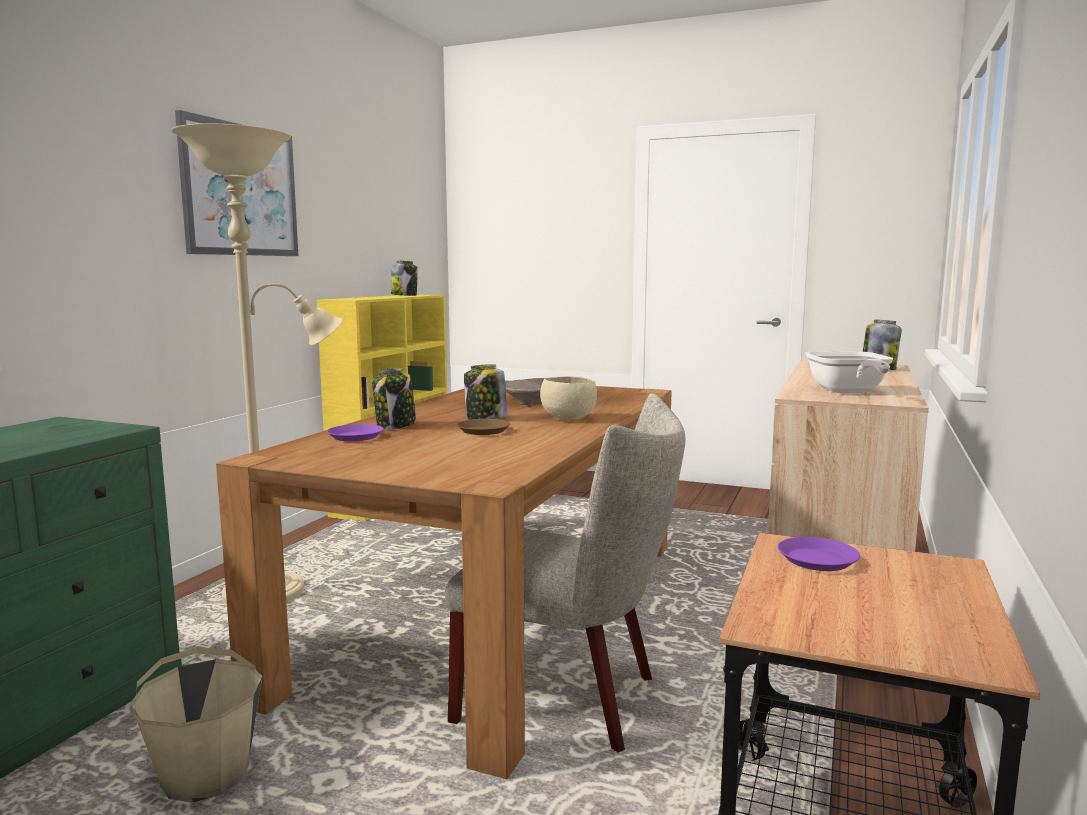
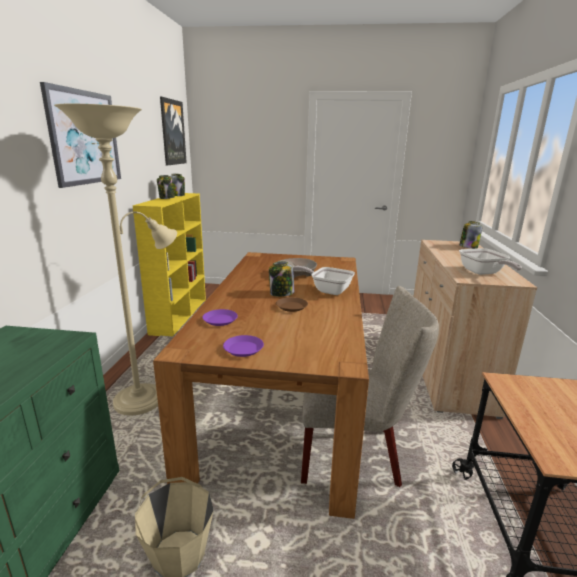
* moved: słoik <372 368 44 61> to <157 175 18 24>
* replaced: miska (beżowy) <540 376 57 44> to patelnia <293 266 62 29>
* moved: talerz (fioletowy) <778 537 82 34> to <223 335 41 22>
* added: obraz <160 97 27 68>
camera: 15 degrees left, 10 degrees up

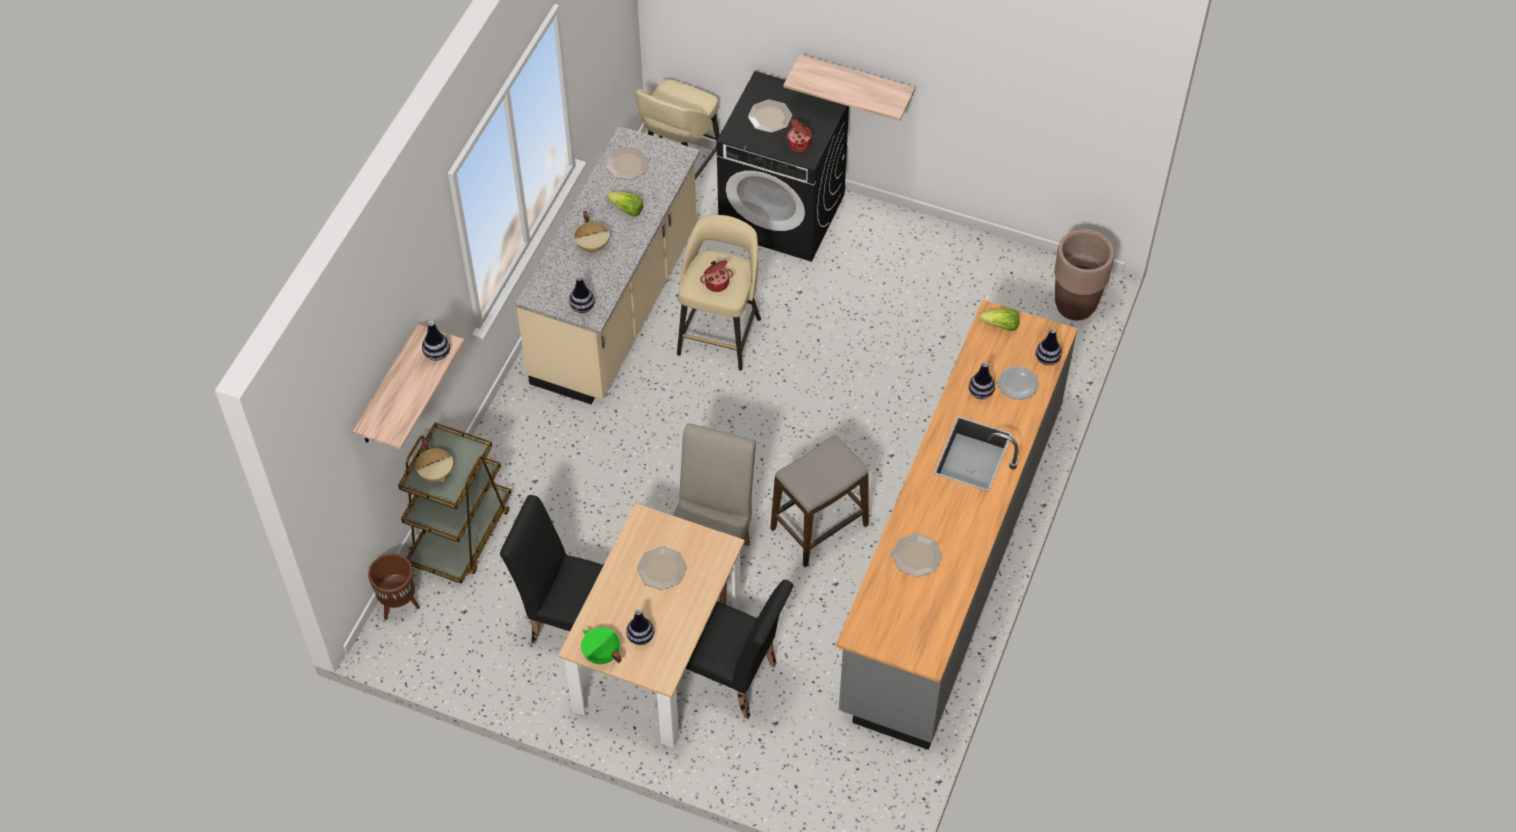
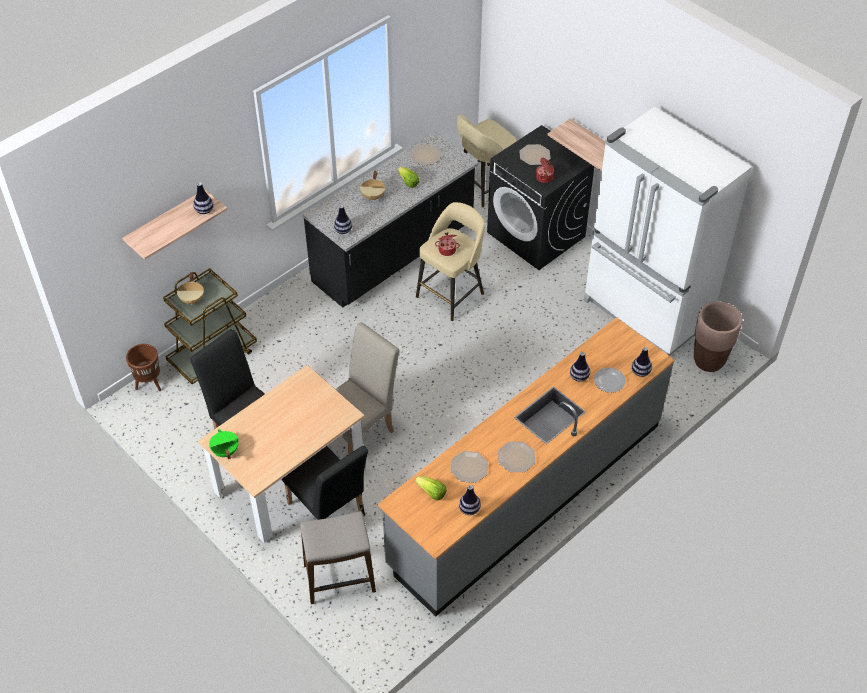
* recoloured: zabudowa kuchenna (beżowy) <515 126 185 278> to zabudowa kuchenna (czarny) <303 132 176 176>
* moved: sałata <979 309 40 22> to <415 476 32 24>
* moved: stołek <770 435 99 132> to <300 511 76 93>
* moved: talerz <637 546 50 44> to <498 442 37 30>
* moved: wazon <626 609 28 36> to <459 485 22 30>
* added: lodówka (biały) <583 107 169 249>
camera: 25 degrees right, 5 degrees down

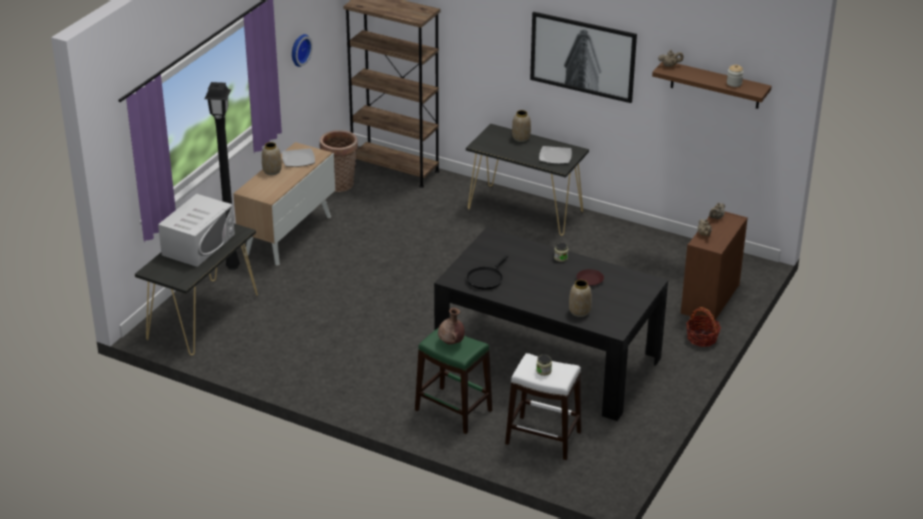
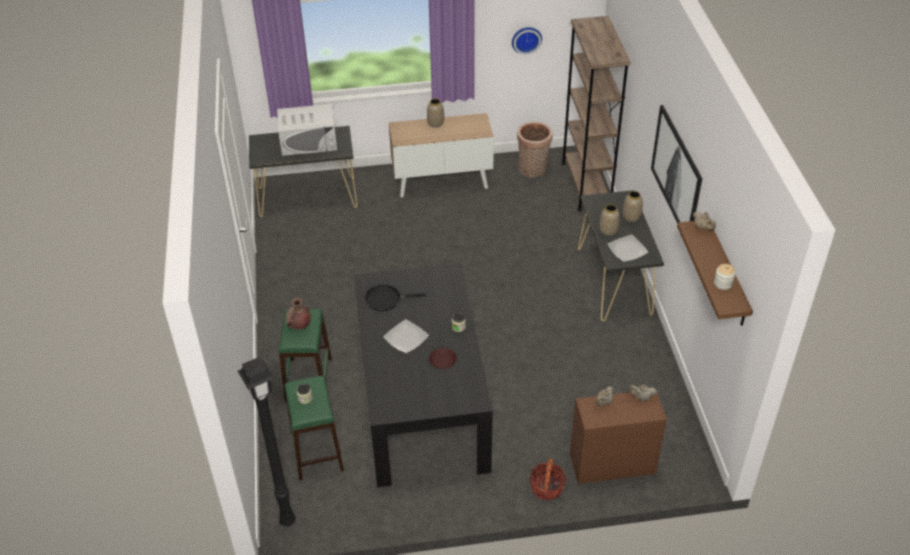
* moved: lampa stojąca (czarny) <204 82 36 188> to <238 357 58 170>
* moved: talerz <282 148 33 19> to <383 319 46 34>
* moved: wazon <569 280 23 37> to <599 204 21 32>
* recoloured: stołek (biały) <505 353 76 107> to stołek (zielony) <284 376 60 104>
camera: 55 degrees right, 10 degrees up

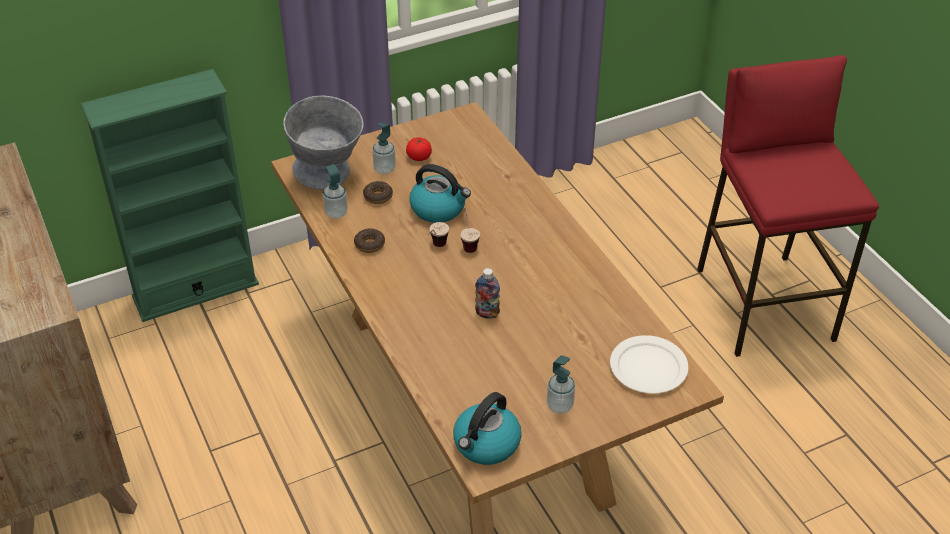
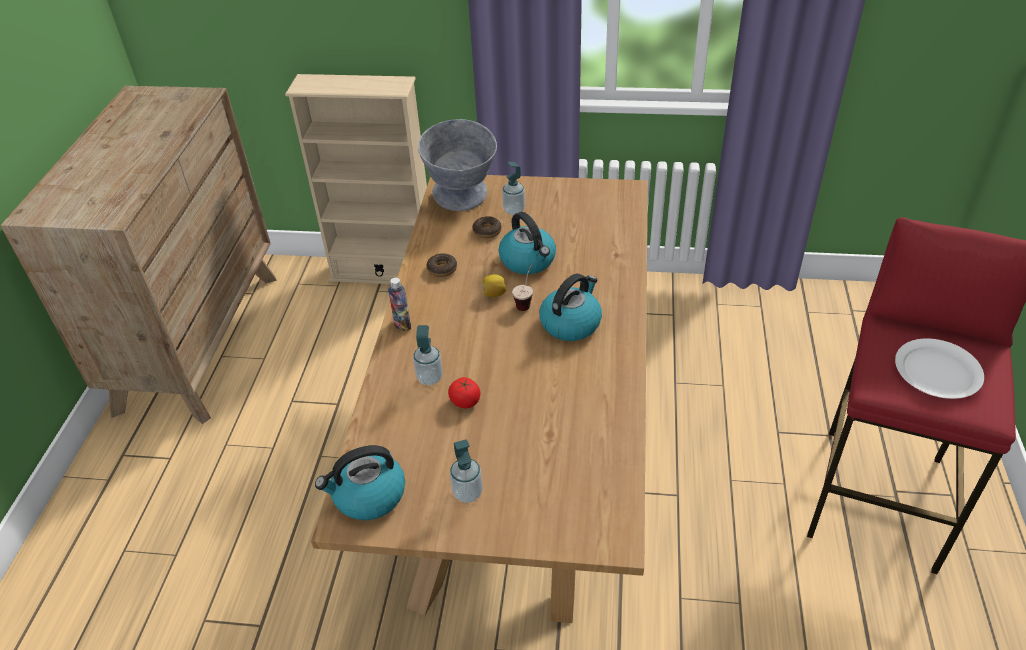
* recoloured: regał (zielony) <80 69 179 253> to regał (beżowy) <285 74 142 210>
* moved: pomidor <406 137 26 24> to <448 377 32 31>
* moved: dozownik mydła <323 164 25 55> to <413 325 30 60>
* replaced: filiżanka <427 222 22 25> to cytryna <483 274 24 23>
* moved: butelka <475 268 25 51> to <388 278 23 53>
* moved: talerz (biały) <610 335 79 59> to <895 338 89 61>
* added: czajnik <539 273 63 68>
camera: 35 degrees right, 0 degrees up

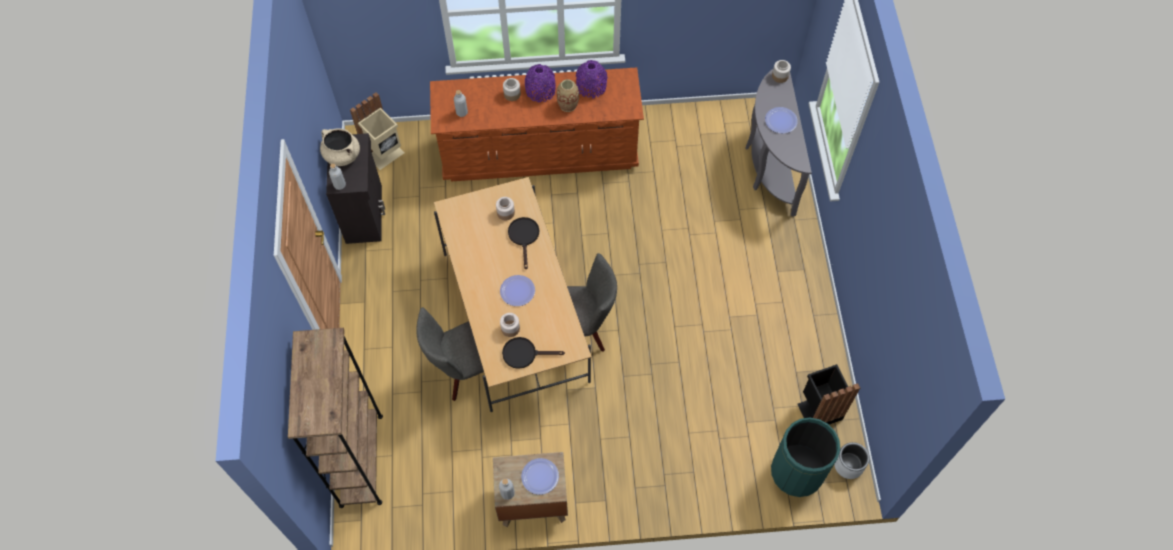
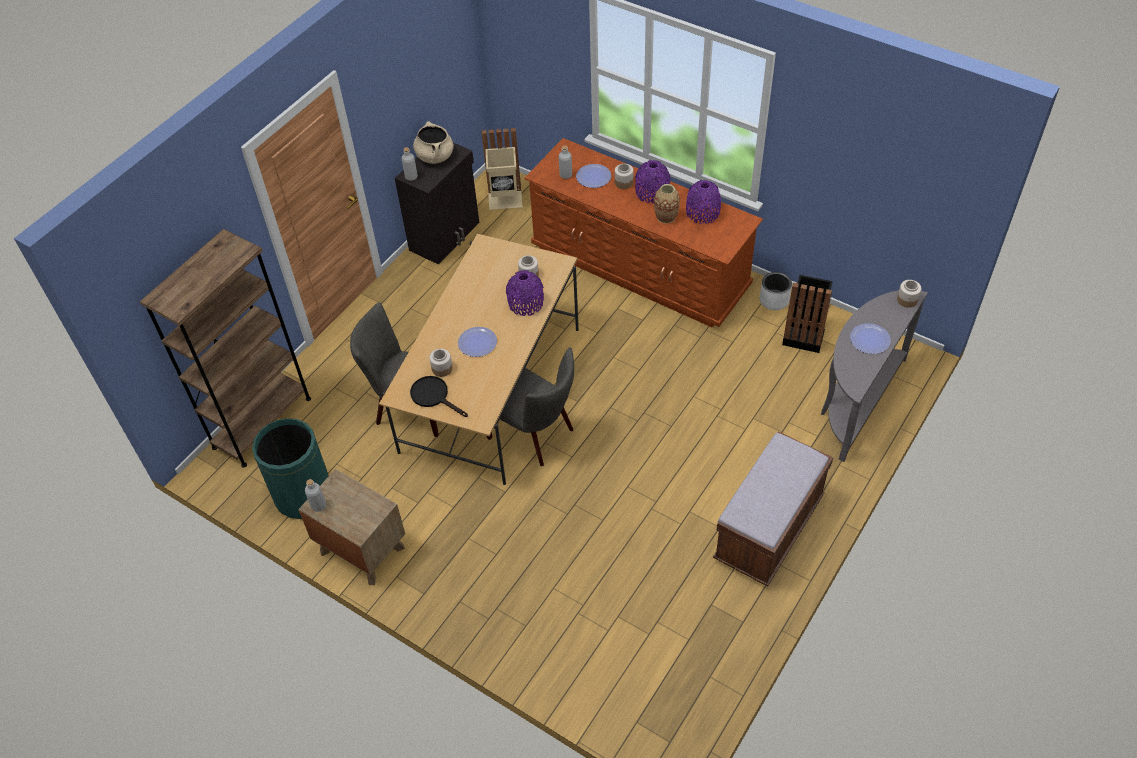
* replaced: patelnia (czarny) <508 217 31 52> to wazon (fioletowy) <506 270 38 46>
* moved: kosz na śmieci (czarny) <797 364 63 60> to <782 275 51 78>
* moved: kosz na śmieci (zielony) <771 417 69 80> to <252 418 77 101>
* moved: donica (biały) <834 442 36 37> to <760 272 32 38>
* moved: talerz <521 458 38 37> to <576 164 35 24>
* added: ławka (brązowy) <713 431 120 156>
camera: 40 degrees right, 10 degrees down

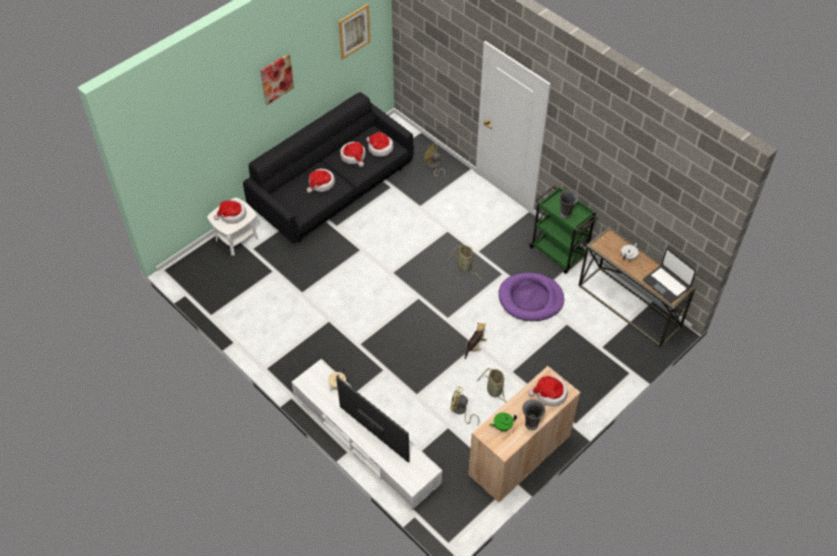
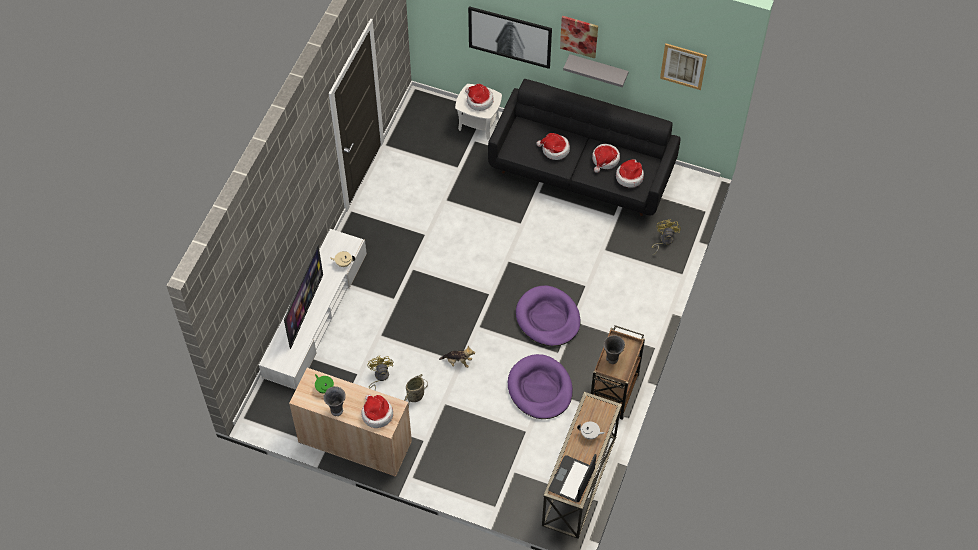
* recoloured: wózek (zielony) <529 186 69 88> to wózek (brązowy) <591 325 54 95>
* replaced: koszyk <448 245 34 35> to legowisko (fioletowy) <516 285 65 61>
* added: obraz <468 6 84 63>
* added: półka (szary) <563 54 66 33>
camera: 65 degrees right, 5 degrees up

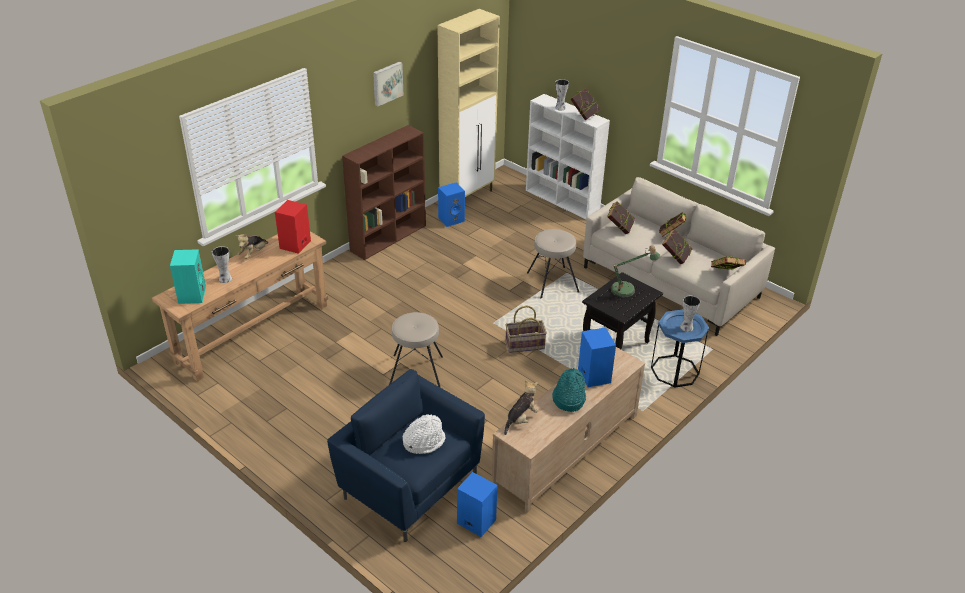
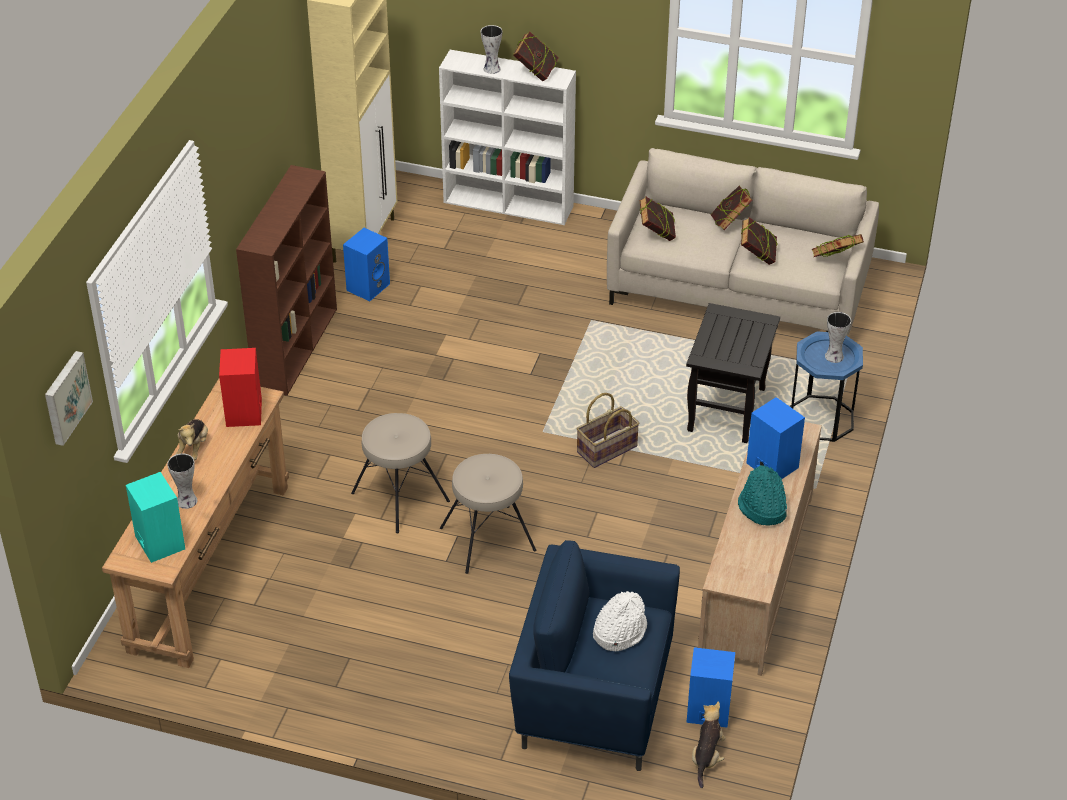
* moved: obraz <373 62 30 44> to <45 351 48 95>
* moved: stołek (beżowy) <527 229 52 69> to <351 413 99 120>
* removed: lampa stołowa <611 245 49 53>
* moved: pluszak <504 380 35 55> to <692 701 34 87>
camera: 25 degrees left, 5 degrees up

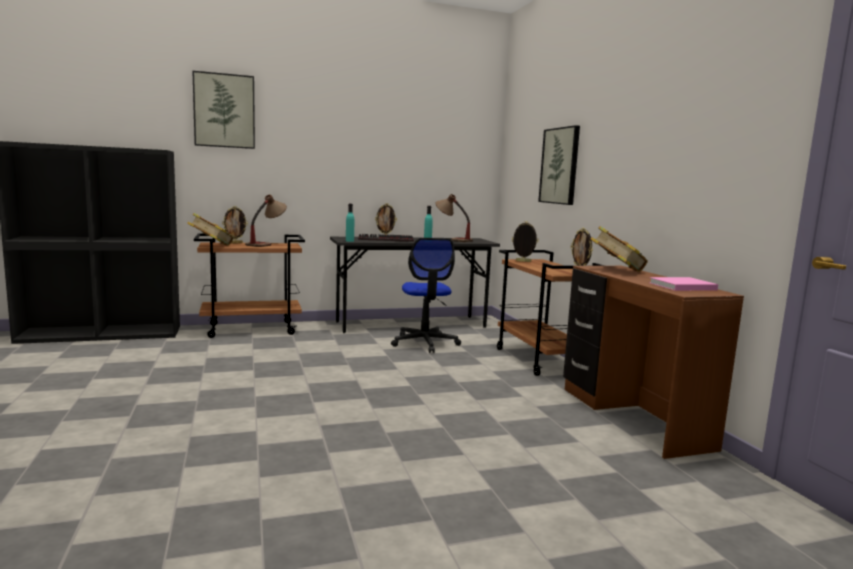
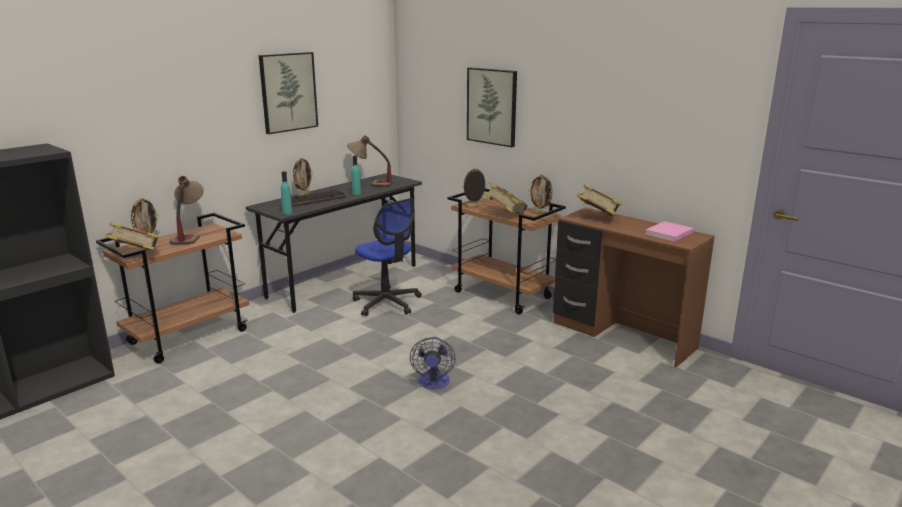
* moved: obraz <192 71 63 78> to <259 52 59 82>
* added: książka <483 182 45 32>
* added: wentylator <410 336 46 53>
camera: 30 degrees left, 10 degrees up

